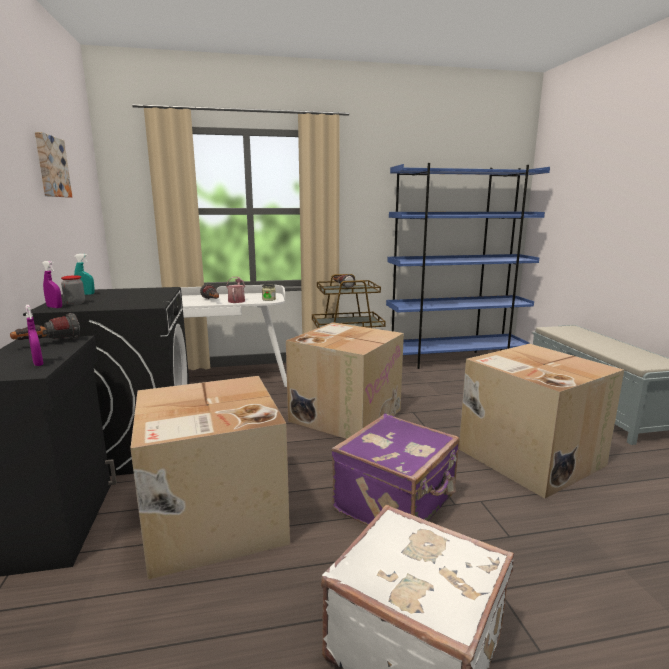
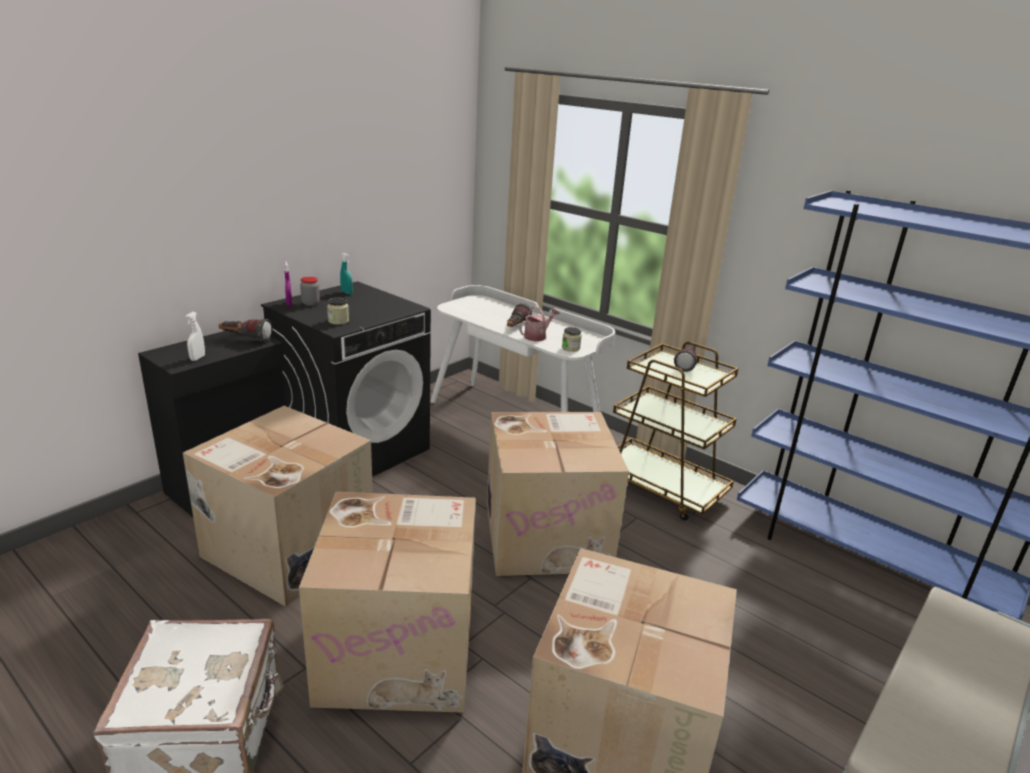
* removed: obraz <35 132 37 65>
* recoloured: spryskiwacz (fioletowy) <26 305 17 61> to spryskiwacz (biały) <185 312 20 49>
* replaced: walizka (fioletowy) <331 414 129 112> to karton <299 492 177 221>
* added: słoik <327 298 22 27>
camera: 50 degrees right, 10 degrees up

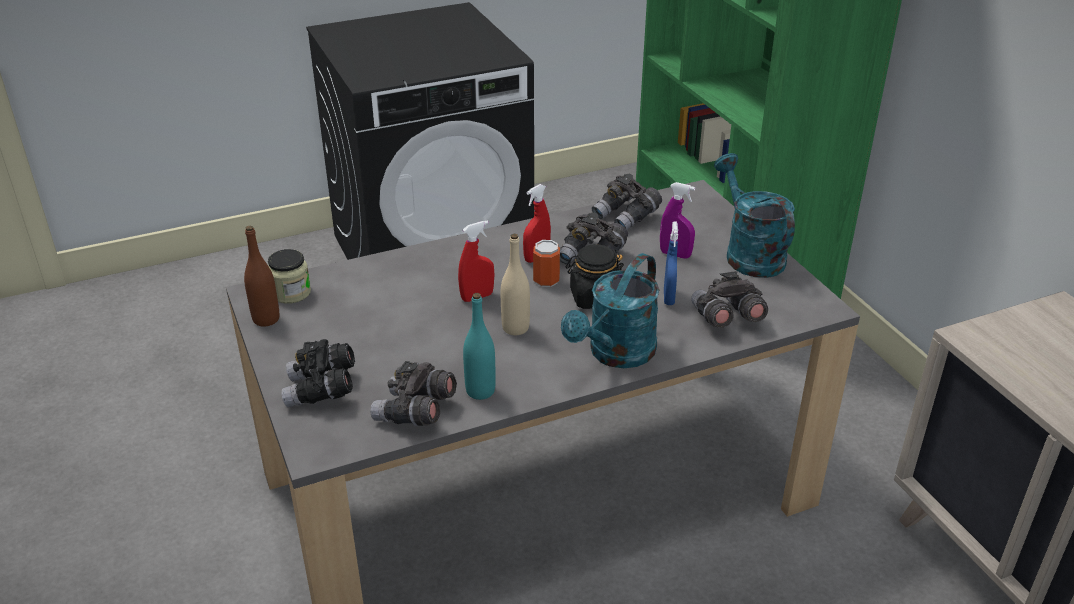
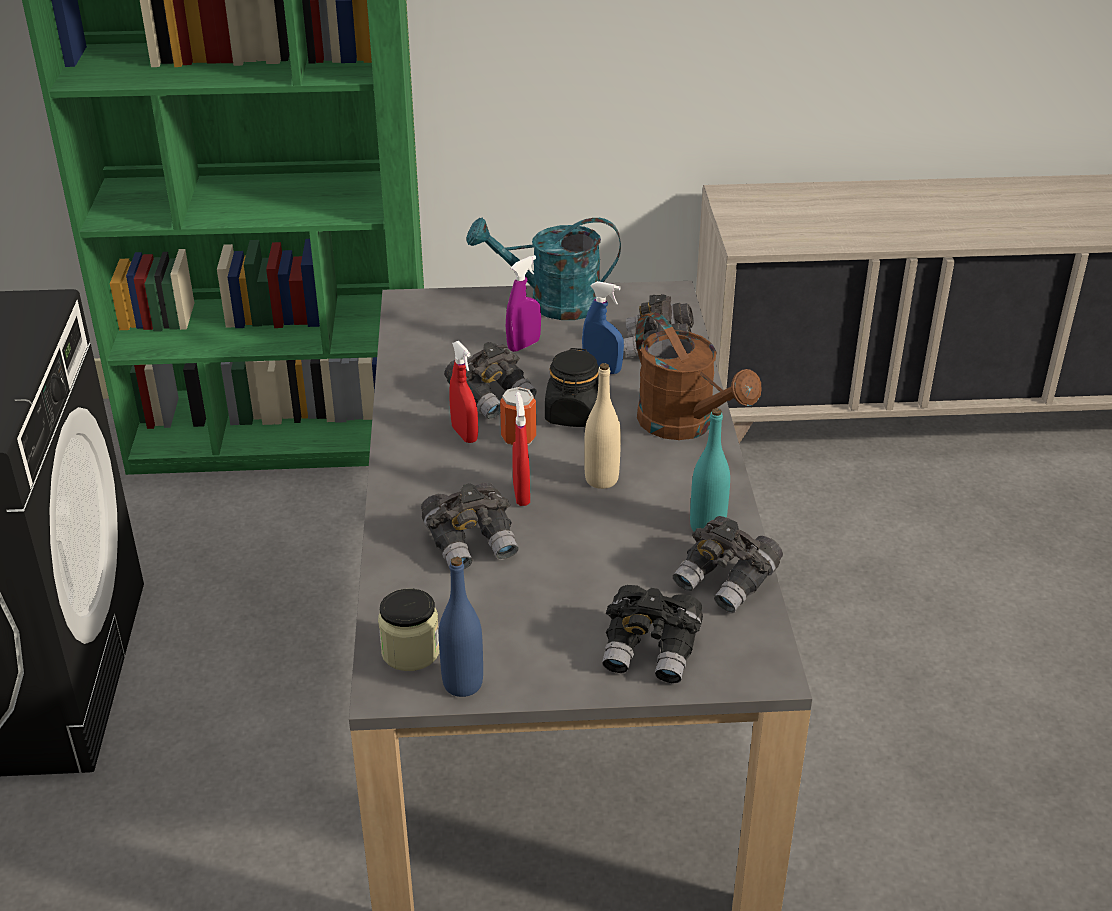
* moved: lornetka (szary) <591 173 71 57> to <421 483 98 87>
* recoloured: butelka (brązowy) <244 225 35 102> to butelka (niebieski) <439 557 44 140>
* recoloured: konewka (turkusowy) <561 253 99 115> to konewka (brązowy) <636 312 125 128>
camera: 70 degrees left, 0 degrees up

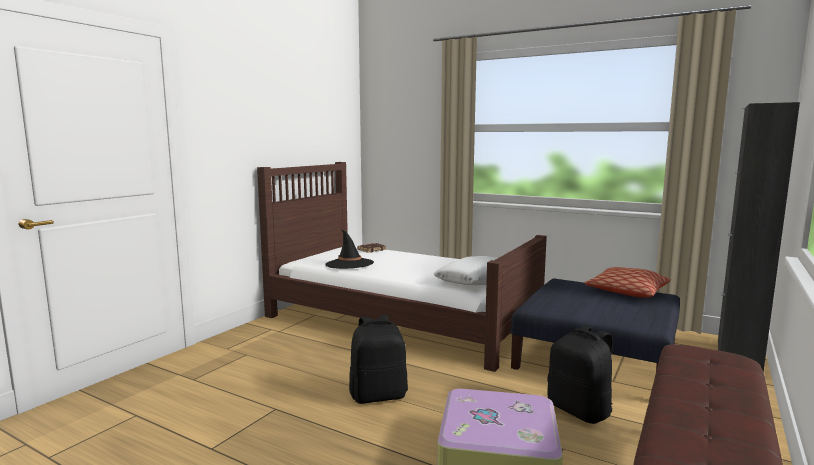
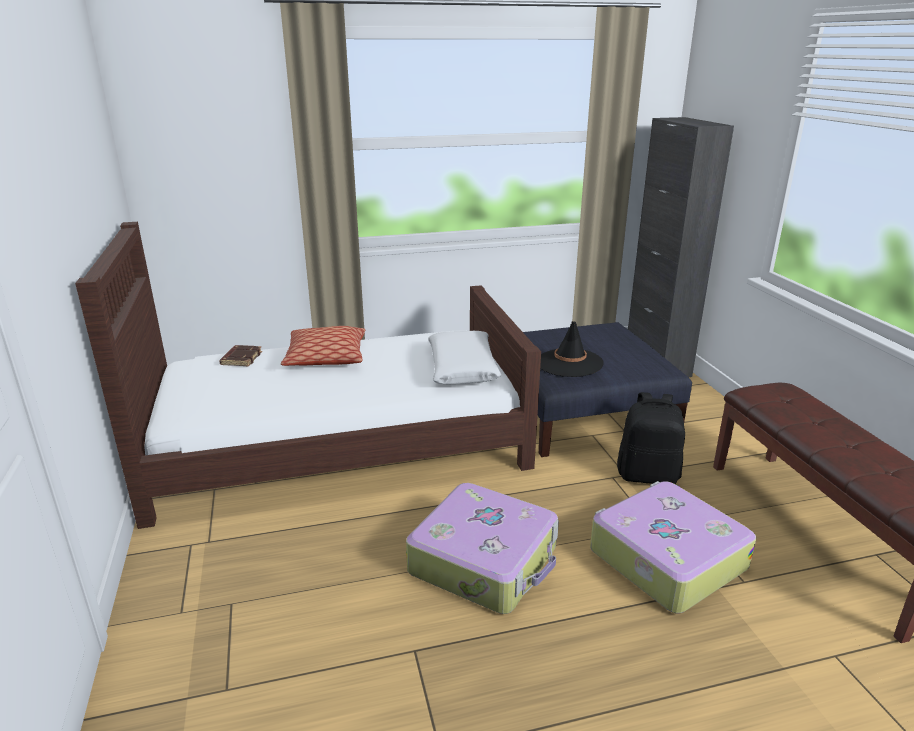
* moved: kapelusz (czarny) <325 230 49 39> to <540 321 64 56>
* moved: poduszka <585 267 86 31> to <281 326 84 40>
* replaced: plecak (czarny) <349 315 59 89> to walizka <406 483 153 131>
camera: 45 degrees left, 15 degrees up

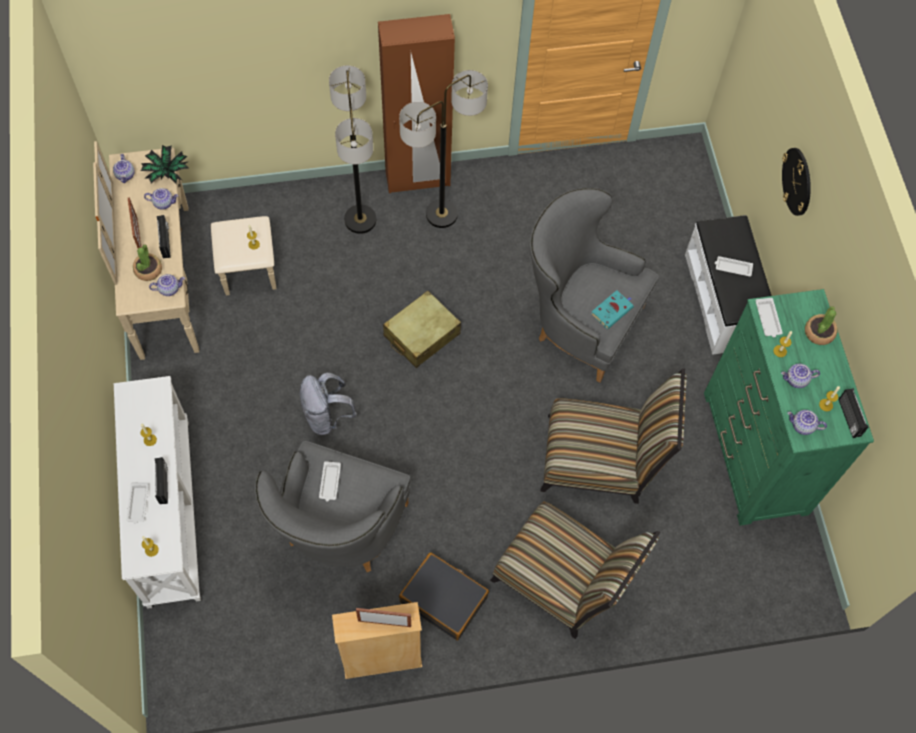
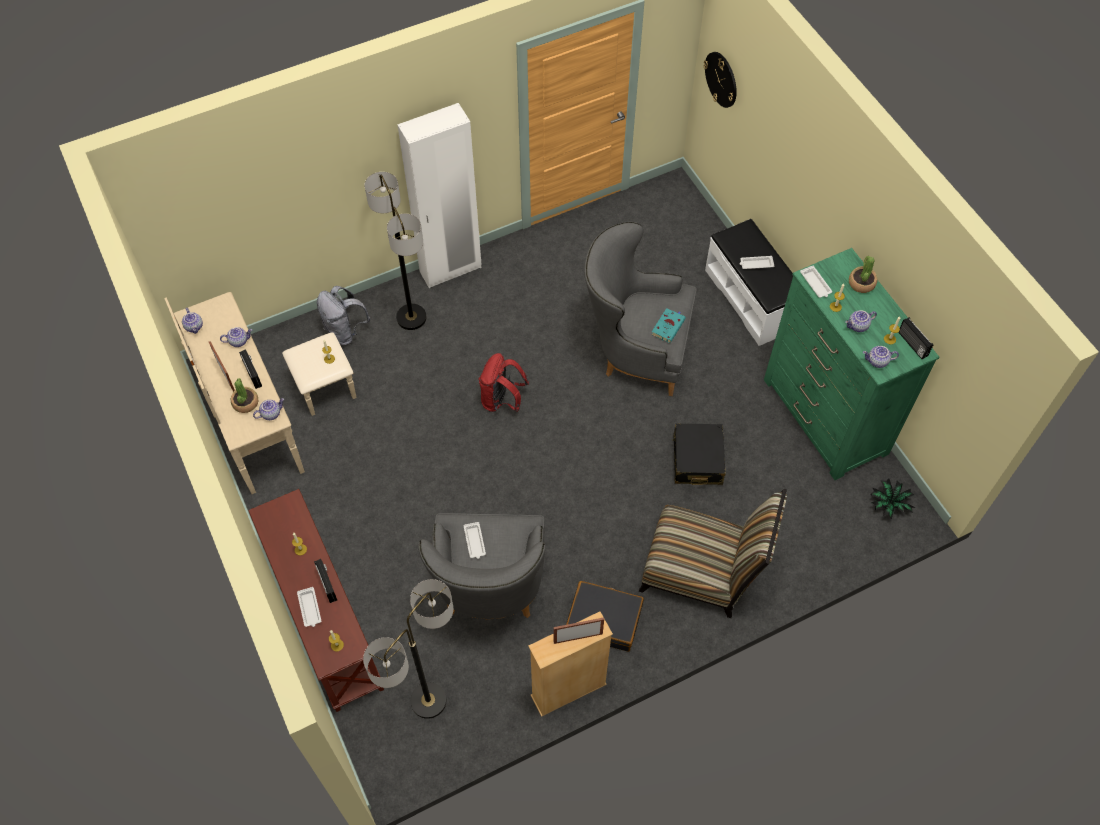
* recoloured: szafa (brązowy) <378 14 77 179> to szafa (biały) <397 103 85 185>
* moved: lampa stojąca <399 70 89 158> to <363 579 90 140>
* moved: roślina doniczkowa <141 145 47 39> to <870 479 45 40>
* moved: zegar ścienny <782 148 29 68> to <703 52 34 56>
* replaced: walizka (beżowy) <383 290 78 78> to plecak (czerwony) <478 353 51 59>
* replaced: krzesło <540 369 147 135> to walizka (czarny) <672 423 54 62>
* moved: plecak (szary) <299 373 58 62> to <317 286 54 59>
* recoloured: stolik konsolowy (biały) <114 376 87 233> to stolik konsolowy (brązowy) <248 489 136 223>
camera: 15 degrees left, 5 degrees down

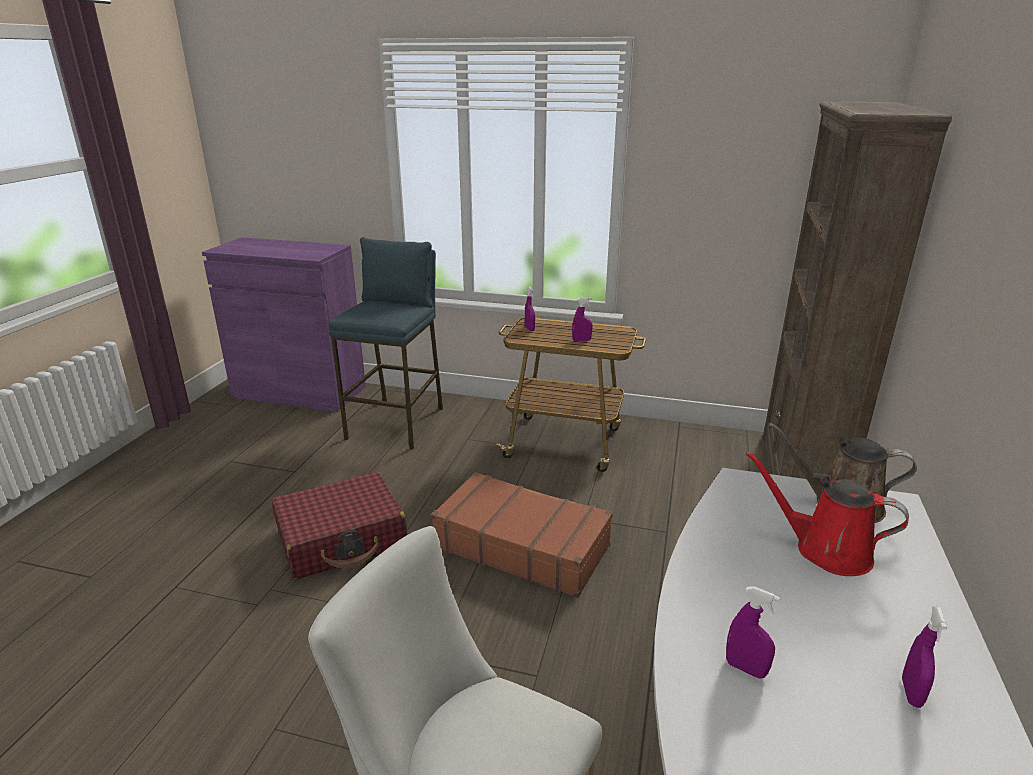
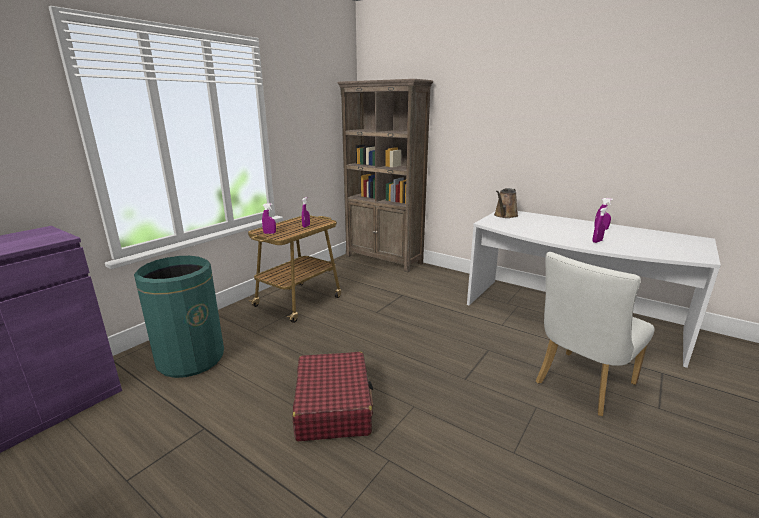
* replaced: stołek (niebieski) <328 237 115 213> to kosz na śmieci (zielony) <134 256 90 122>
* removed: konewka (czerwony) <745 451 164 125>
* removed: walizka (brązowy) <431 472 182 126>
camera: 70 degrees left, 5 degrees down

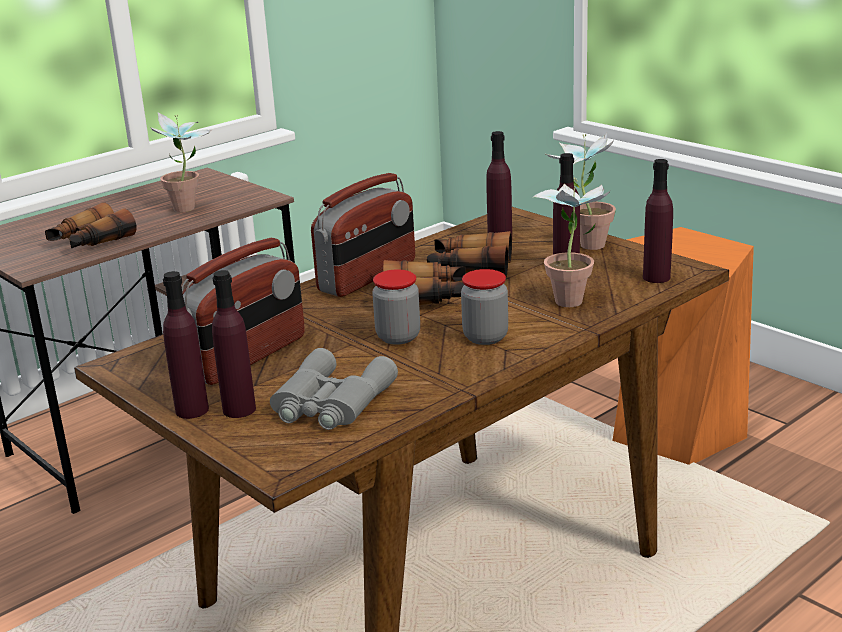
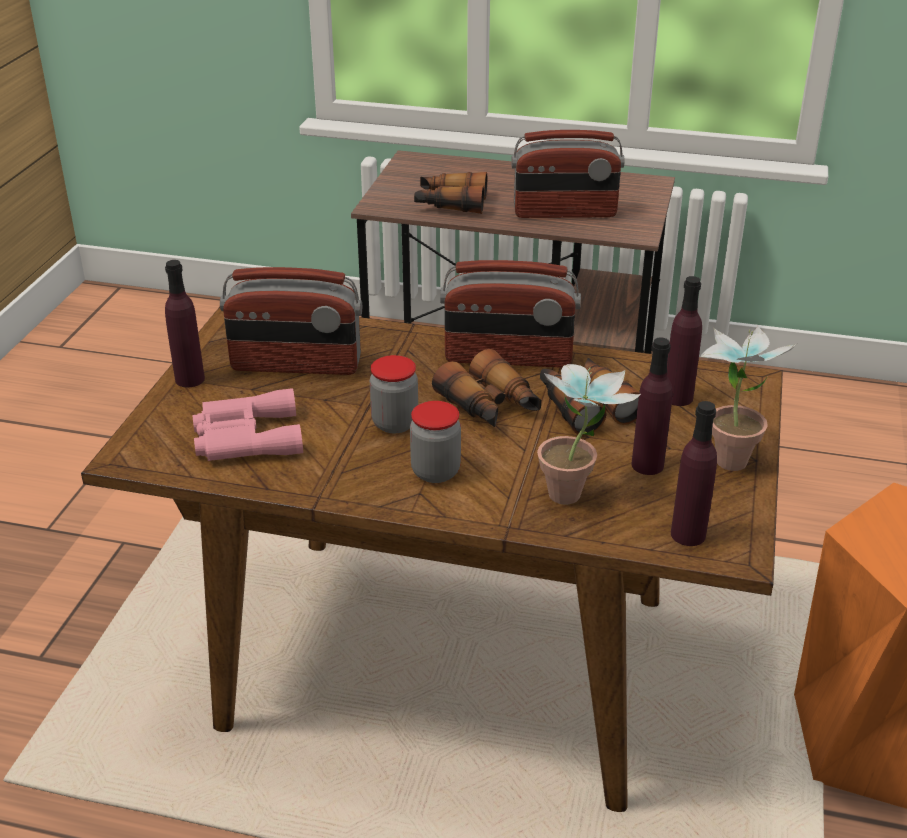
* replaced: roślina doniczkowa <150 112 62 100> to radio <511 130 114 88>
* removed: butelka (fioletowy) <212 270 44 148>
* recoloured: lornetka (szary) <270 348 128 82> to lornetka (różowy) <193 388 110 73>
camera: 55 degrees right, 10 degrees up

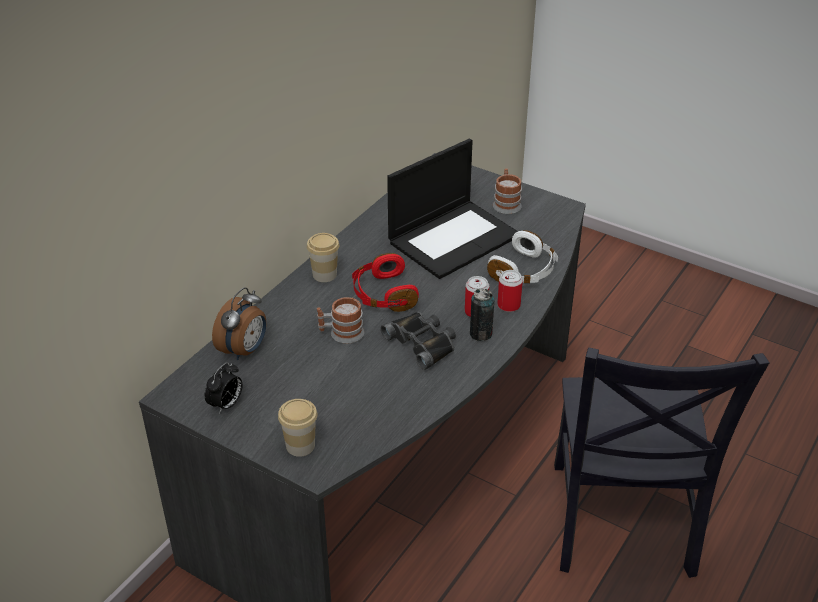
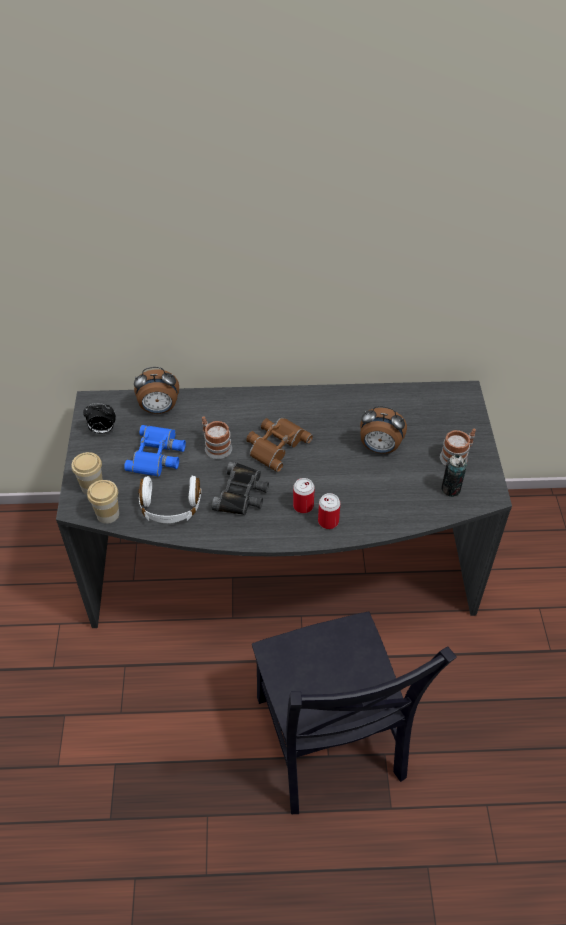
* replaced: laptop <387 139 131 140> to budzik <360 406 47 48>
* moved: słuchawki (biały) <487 230 71 53> to <138 475 64 48>
* moved: filiżanka <307 233 32 49> to <87 480 32 44>
* replaced: słuchawki (czerwony) <352 253 67 59> to lornetka (brązowy) <246 418 67 54>
* moved: puszka <470 289 24 52> to <441 455 26 42>
* turned: krzesło (czarny) <554 347 216 231> = <252 612 205 202> 75 degrees counterclockwise
* added: lornetka (niebieski) <124 425 62 52>
camera: 55 degrees right, 10 degrees up

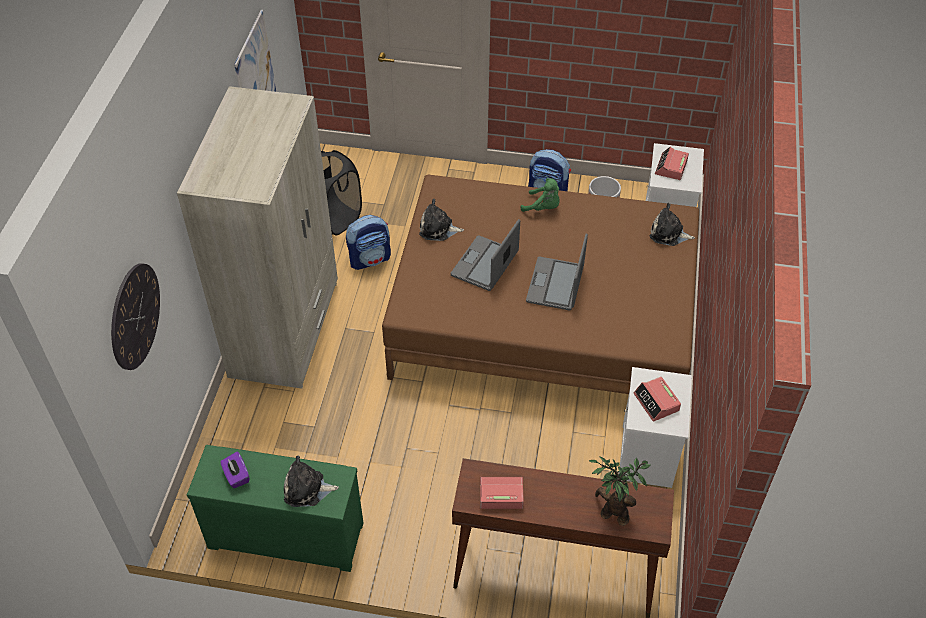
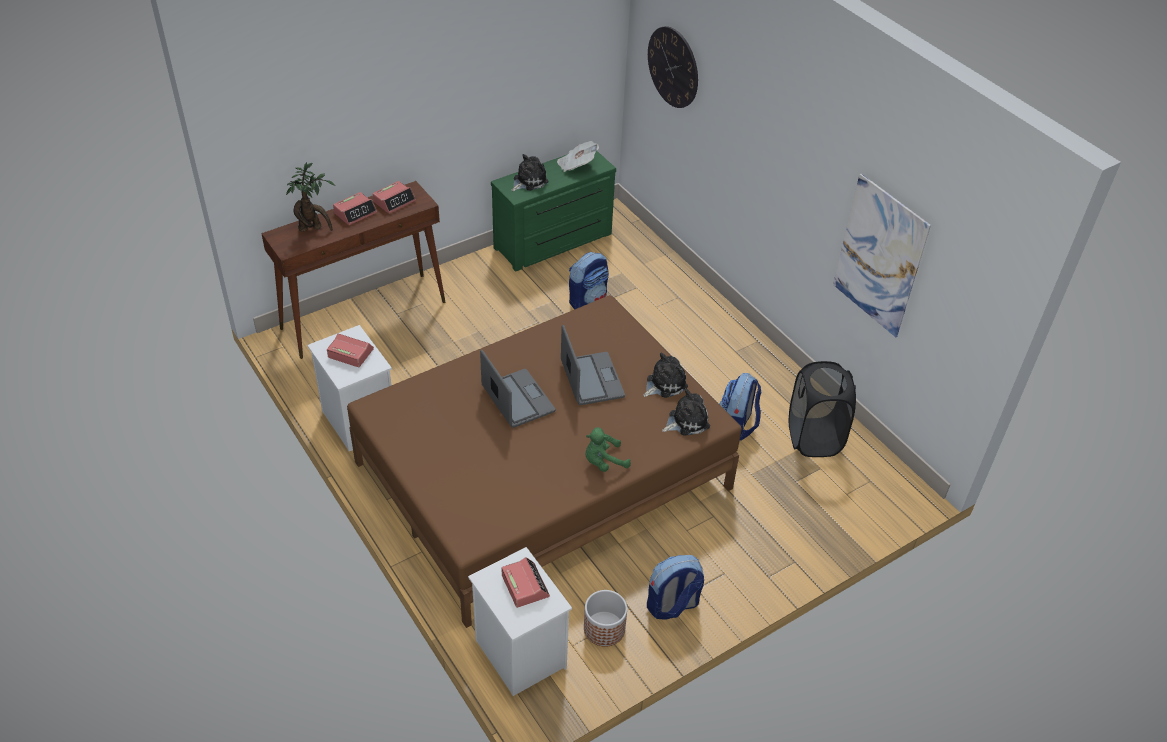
* removed: szafa (beżowy) <177 86 161 303>
* moved: pluszak <650 203 45 43> to <662 389 48 47>
* replaced: pudełko chusteczek (fioletowy) <220 452 29 36> to gazeta <557 141 42 31>
* added: budzik <333 192 44 33>
* added: plecak <569 252 40 58>
camera: 135 degrees right, 5 degrees down

